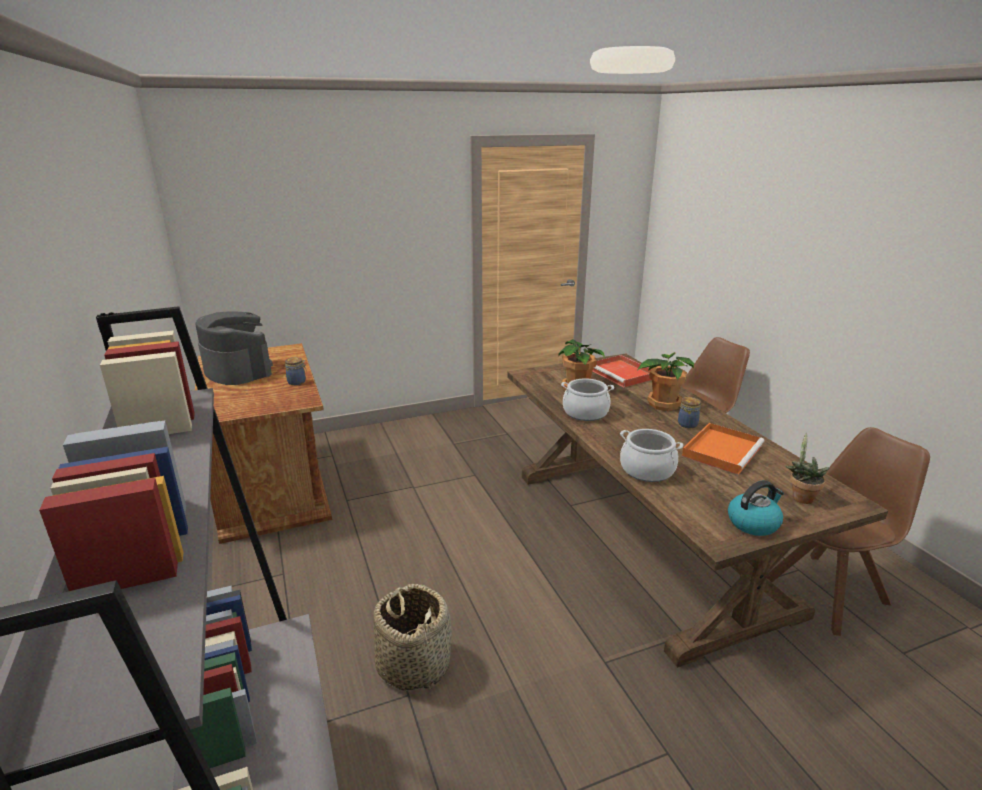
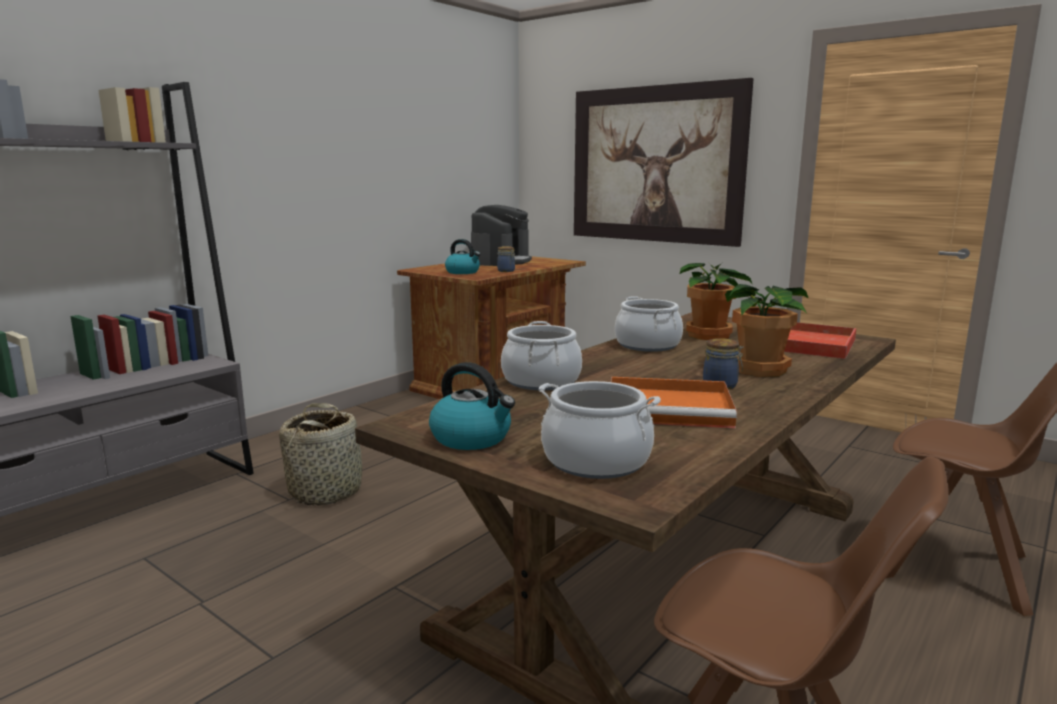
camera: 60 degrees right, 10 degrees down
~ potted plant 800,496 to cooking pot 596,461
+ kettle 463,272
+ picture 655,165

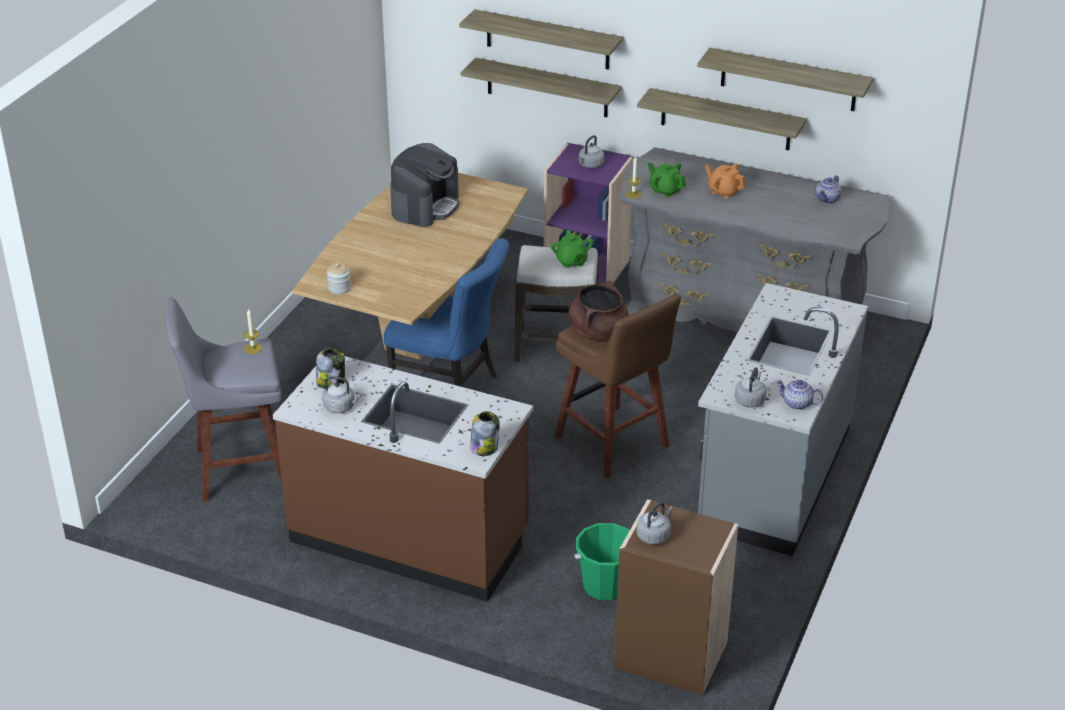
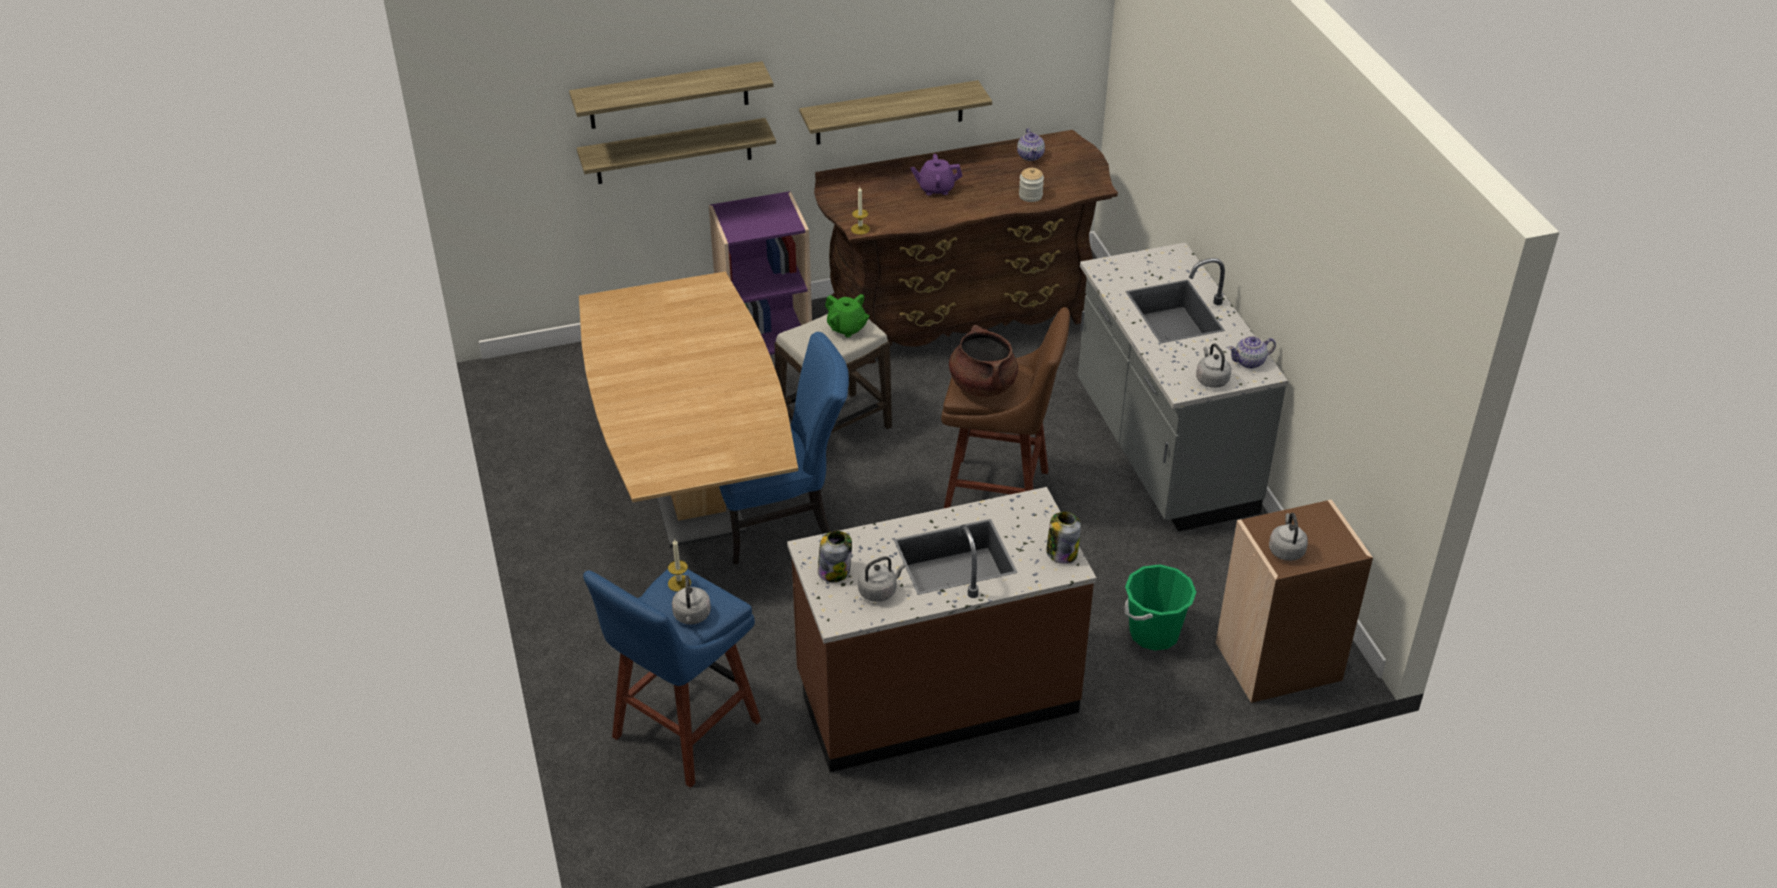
camera: 40 degrees left, 5 degrees up
~ stool (grey) 238,469 to stool (blue) 683,731
~ jar 339,288 to 1030,196
- coffee machine 425,206
~ kettle (grey) 590,165 to 692,616
~ dresser (grey) 741,318 to dresser (brown) 961,315
- teapot (green) 665,190
- shelf 788,80
~ teapot (orange) 724,191 to teapot (purple) 936,188

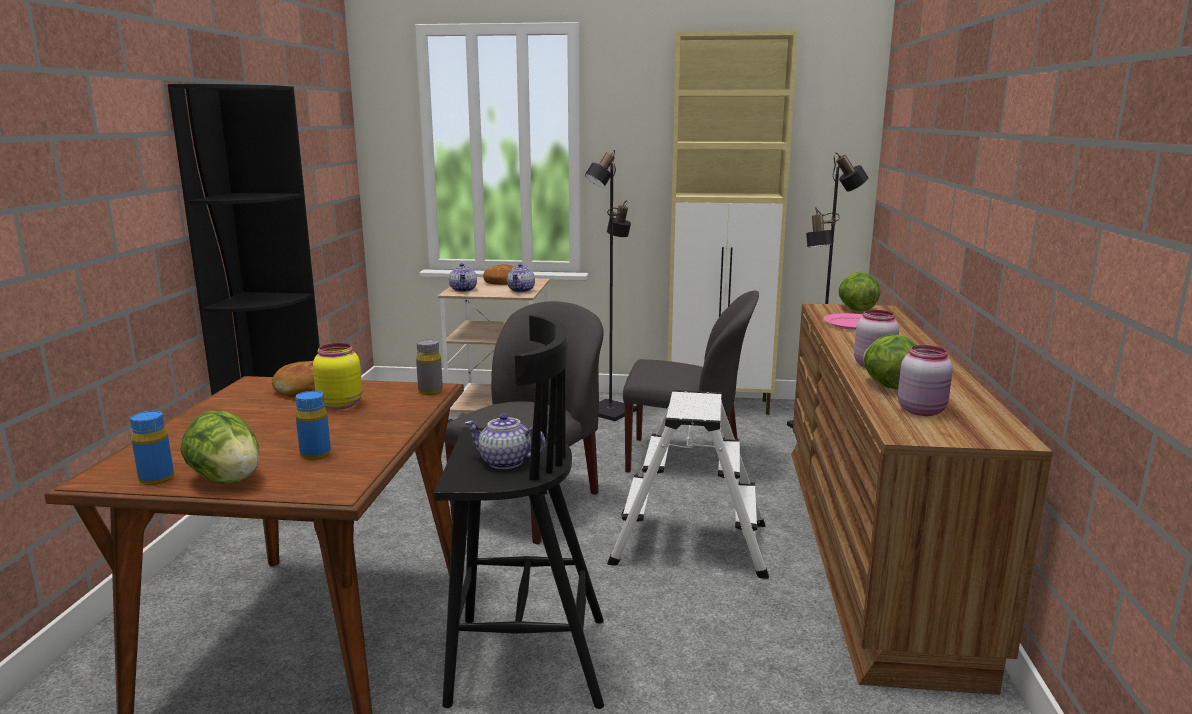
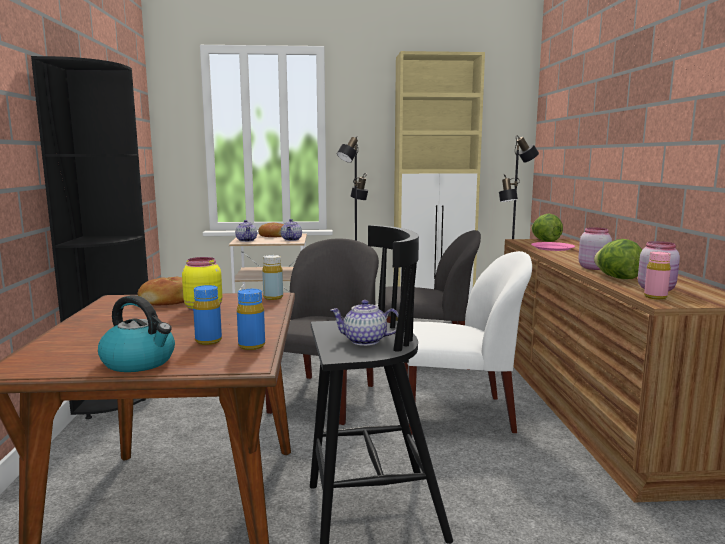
camera: 10 degrees left, 5 degrees down
~ bottle (blue) 156,479 to 251,346
~ lettuce 227,479 to kettle 140,362
~ bottle (grey) 430,391 to bottle (yellow) 273,297
~ step ladder (white) 690,543 to chair (white) 459,415
+ bottle (pink) 655,297

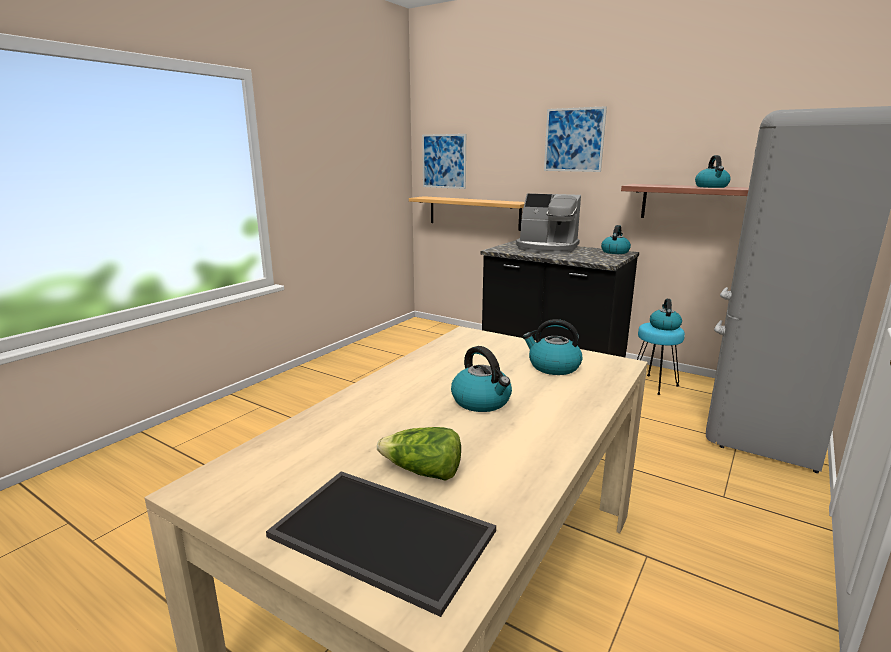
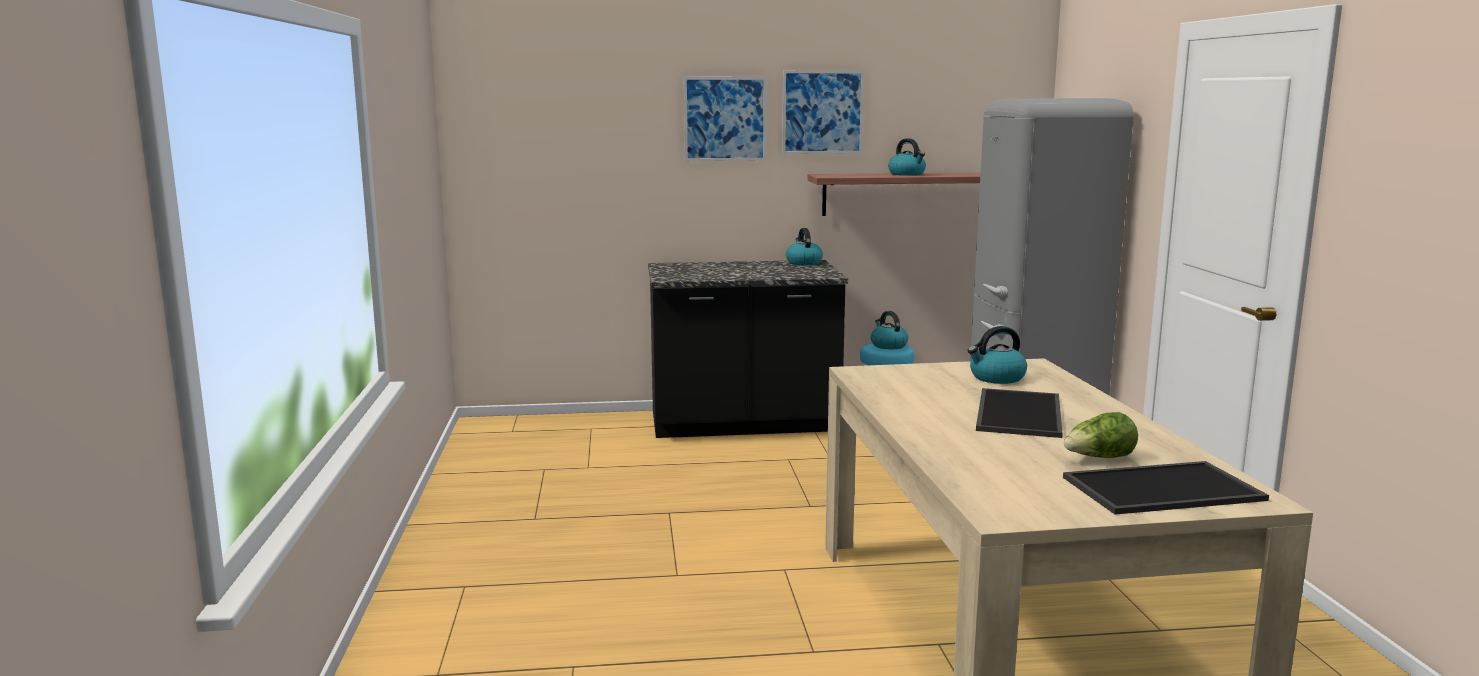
camera: 40 degrees left, 5 degrees down
- shelf 474,213
~ picture 444,161 to 822,112
~ kettle 482,401 to tray 1016,413
- coffee machine 547,248

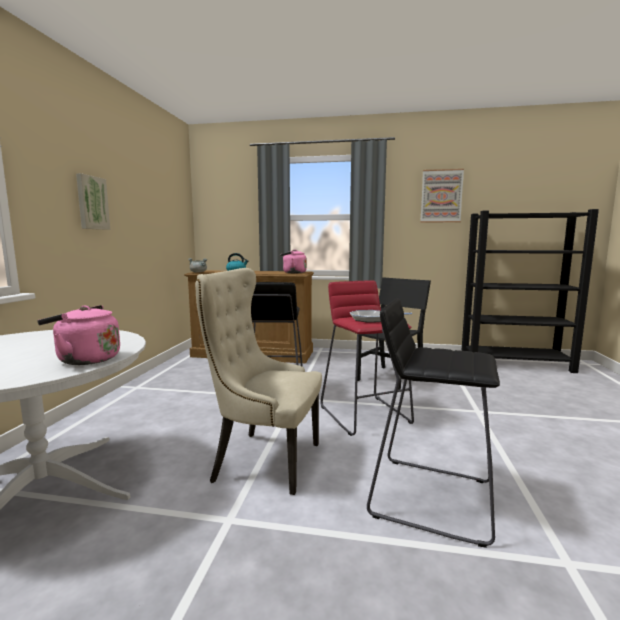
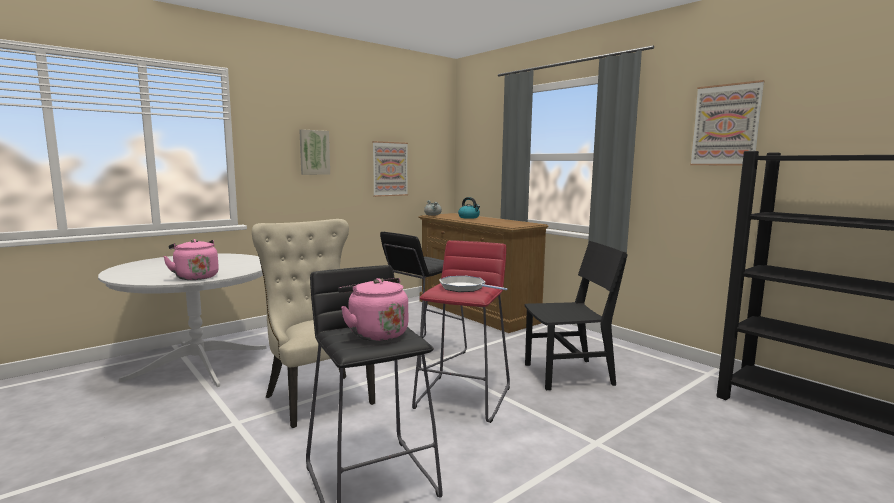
camera: 40 degrees right, 0 degrees up
~ kettle (pink) 292,273 to 375,333
+ picture 390,169

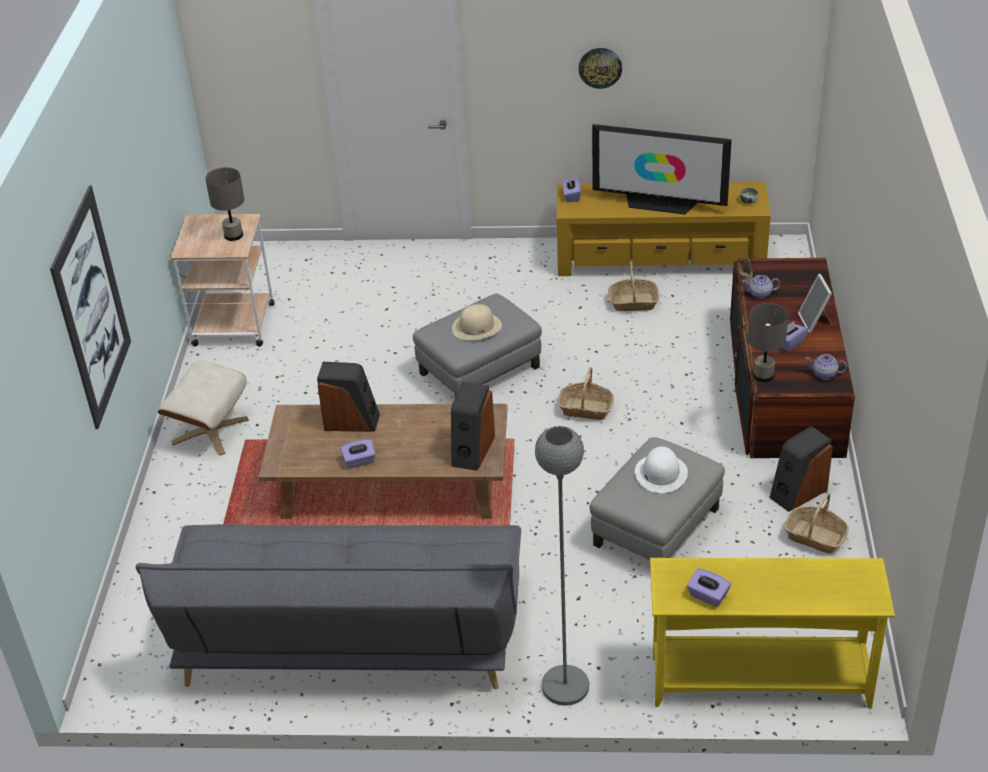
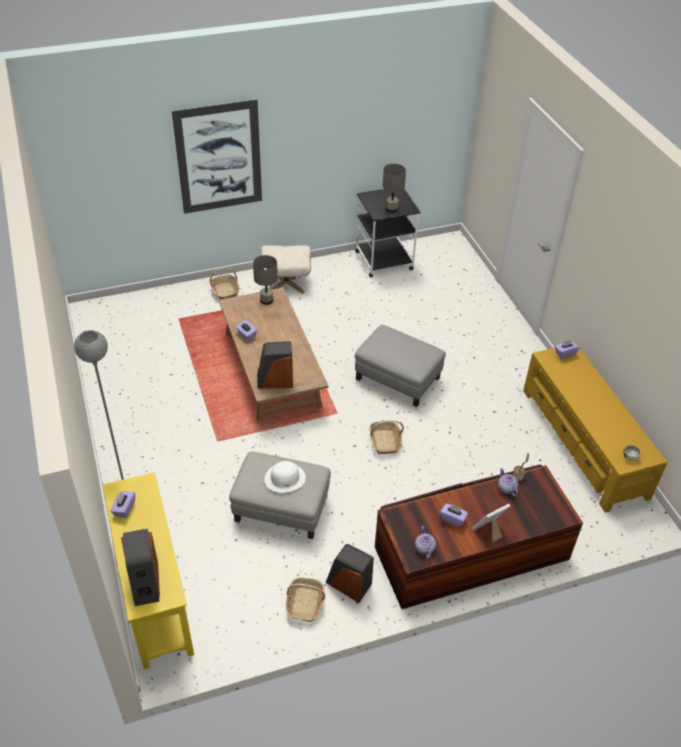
camera: 65 degrees right, 5 degrees up
- sofa (grey) 348,636
~ cart (beige) 234,323 to cart (black) 385,260
~ speaker 351,421 to 145,583
- hat (beige) 477,326
- wall clock 600,67
- television 659,204
~ basket 633,302 to 225,291
~ table lamp (grey) 763,375 to 267,300

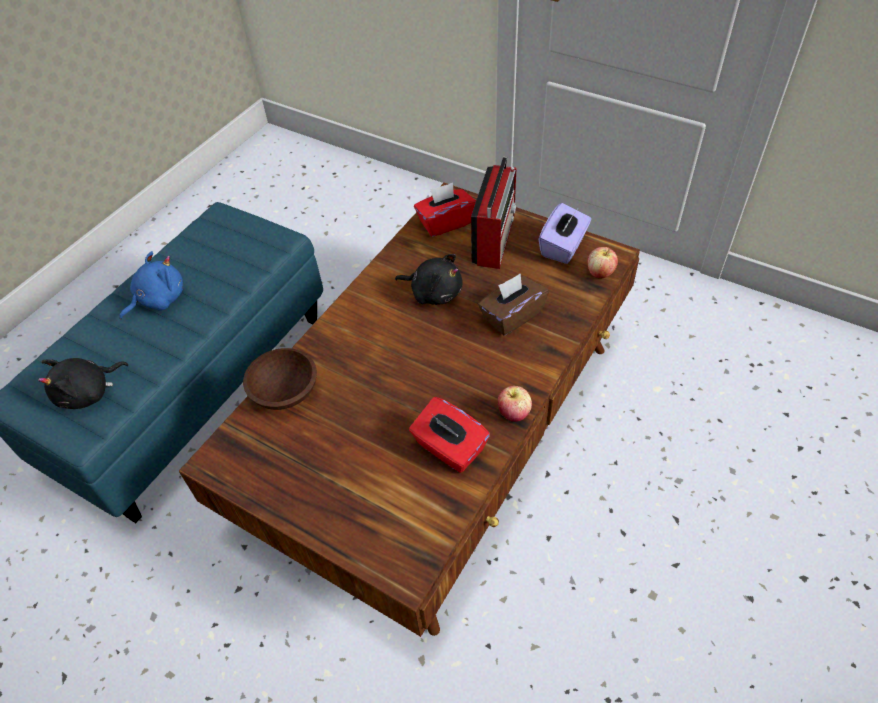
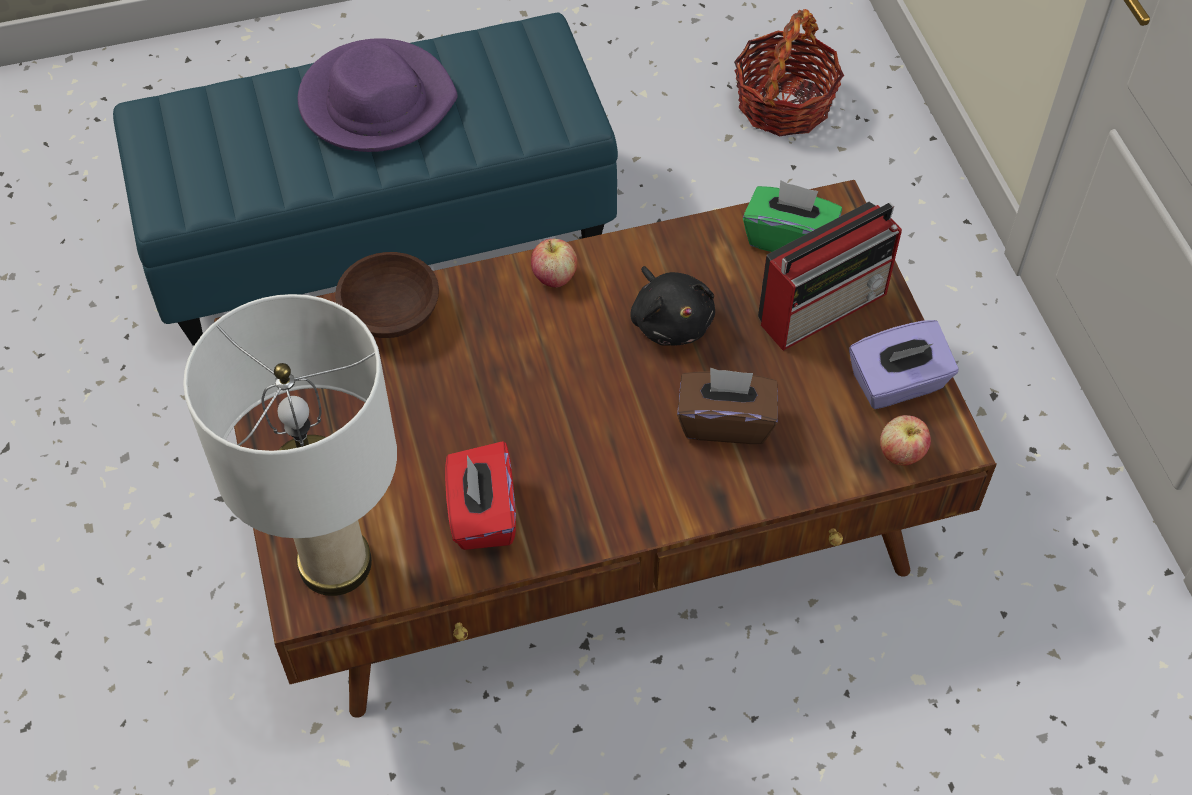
camera: 40 degrees right, 5 degrees up
- plush toy (black) 89,393
~ plush toy (blue) 158,299 to hat (purple) 376,102
~ tissue box (red) 445,223 to tissue box (green) 789,238
~ apple 514,413 to 554,277
+ table lamp (white) 336,564
+ basket 784,104

